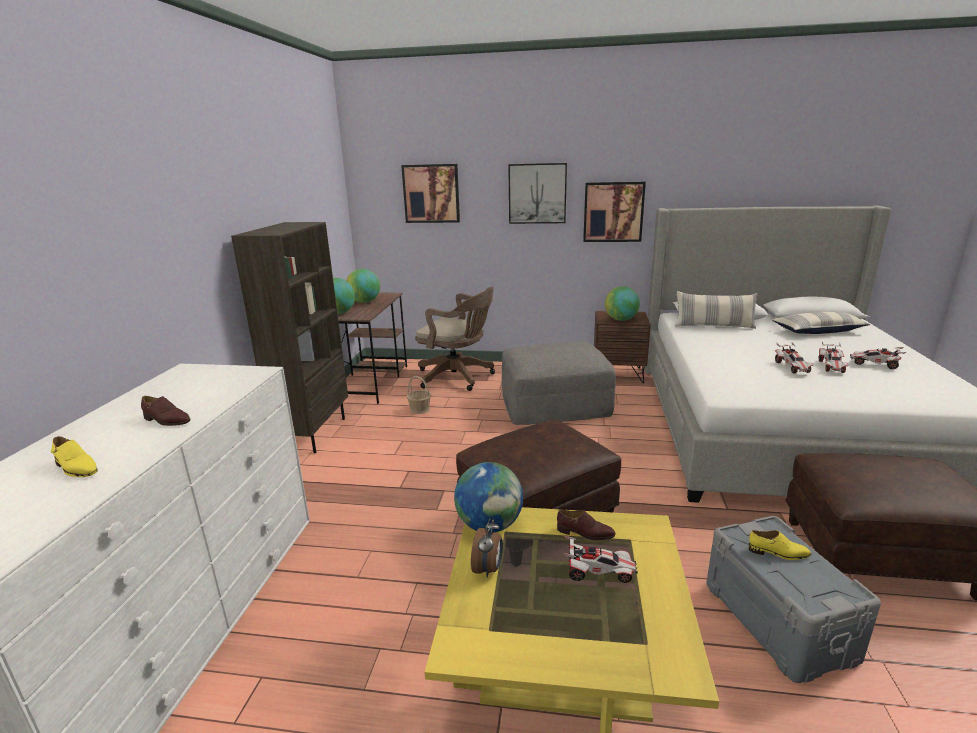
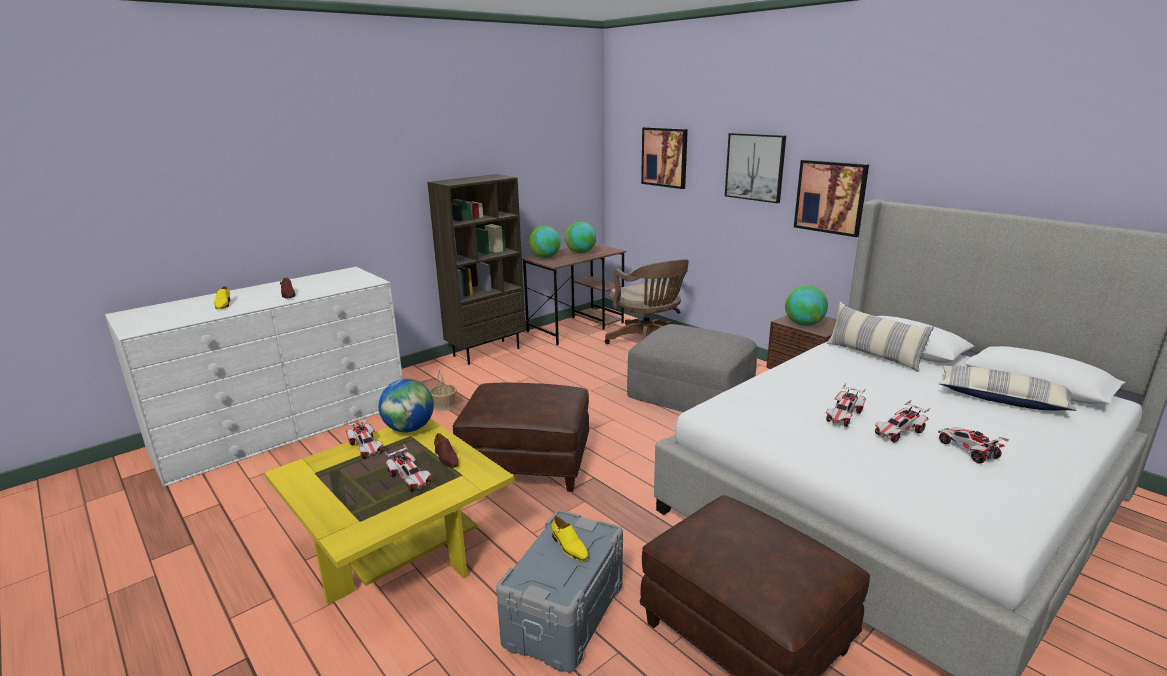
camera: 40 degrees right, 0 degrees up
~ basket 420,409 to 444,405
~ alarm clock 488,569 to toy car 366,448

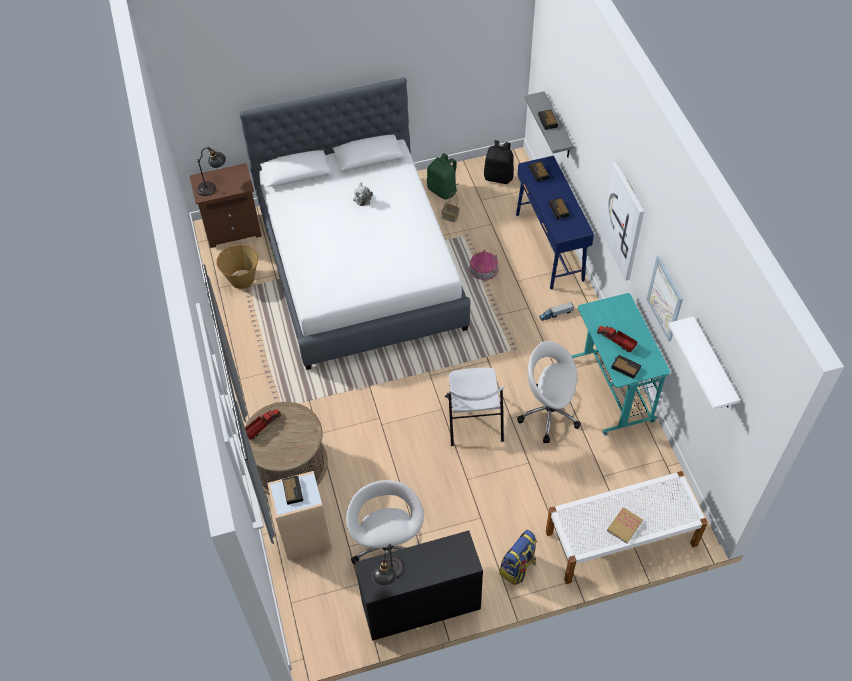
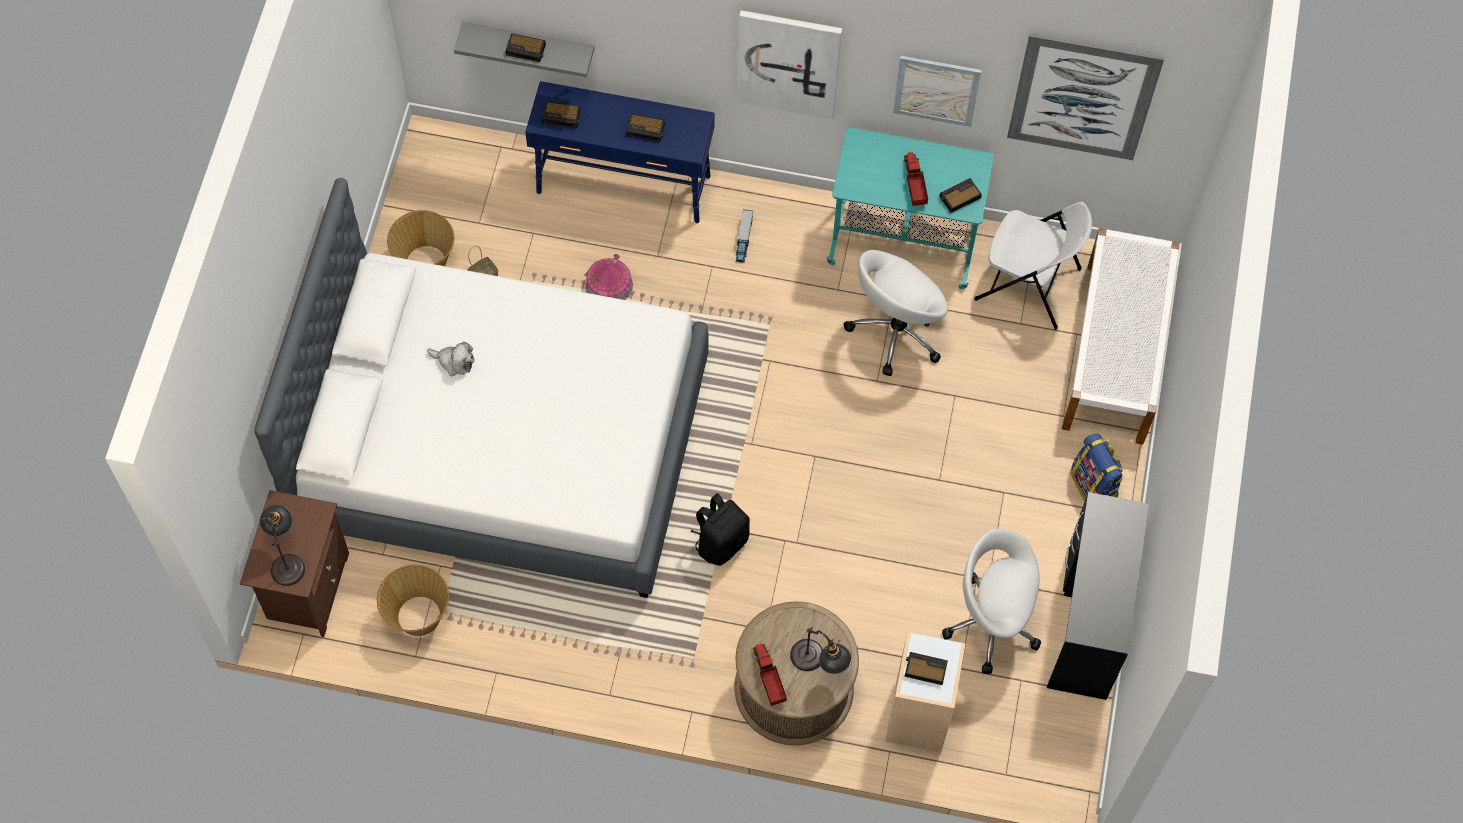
camera: 65 degrees left, 10 degrees up
~ table lamp (grey) 389,578 to 819,664
~ backpack (green) 443,190 to basket 425,262
~ chair (white) 473,418 to 1028,284
~ backpack (black) 498,177 to 721,542
~ toy truck 616,341 = 914,184 105 degrees clockwise
- book 624,526
~ shelf (white) 713,365 to picture 1083,97

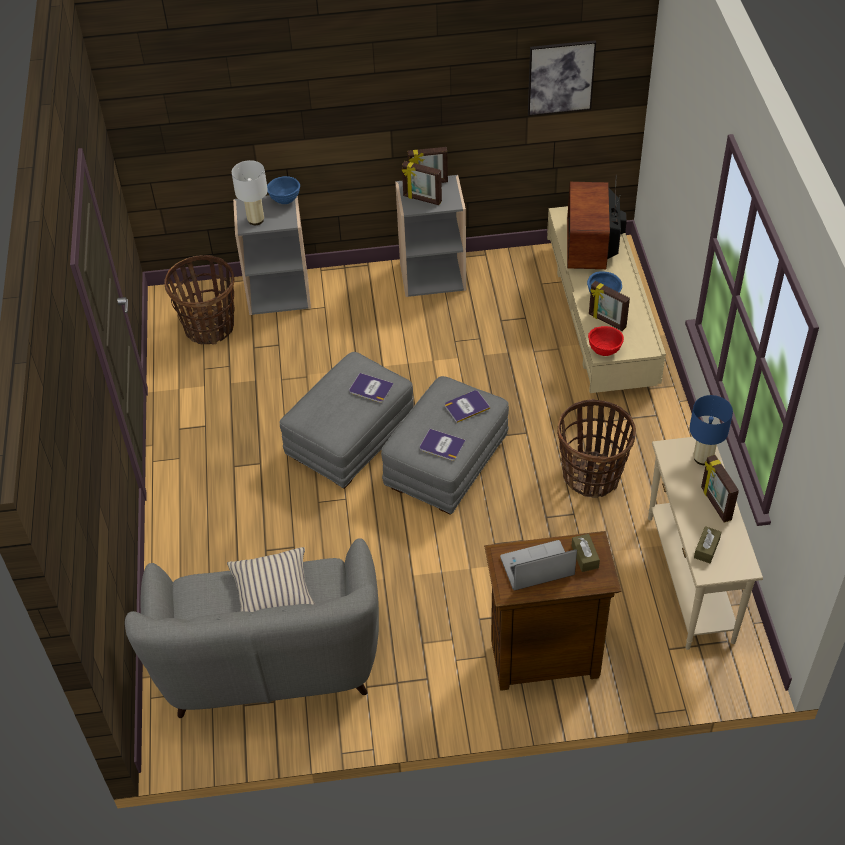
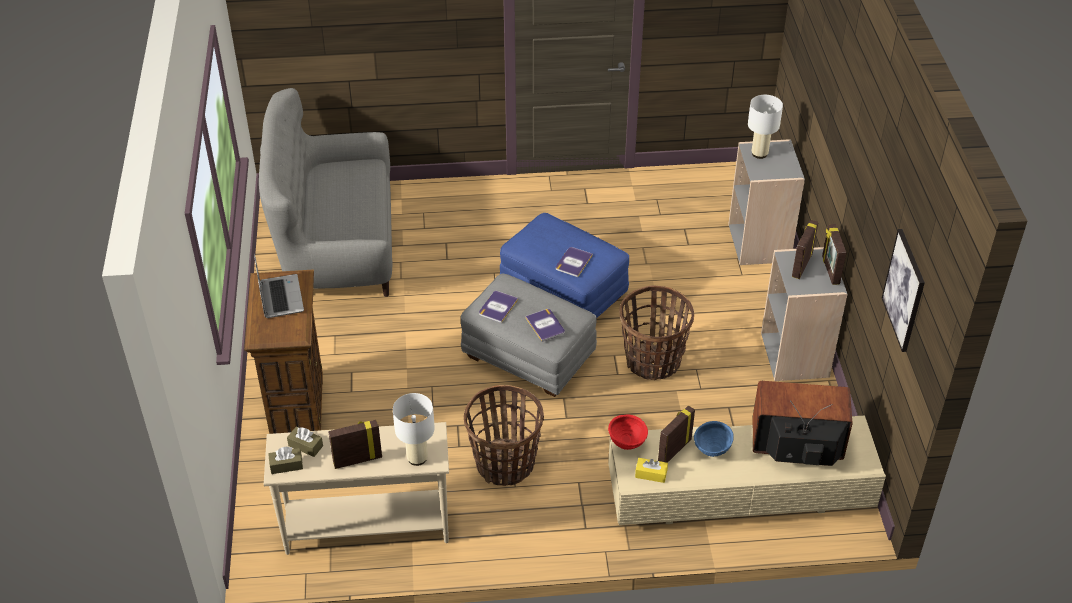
camera: 90 degrees right, 5 degrees down
~ basket 209,327 to 652,361
- pillow (beige) 272,591
- bowl (blue) 285,201
~ ottoman (grey) 350,440 to ottoman (blue) 564,292
~ tissue box (brown) 585,557 to 286,465
~ table lamp (blue) 703,458 to table lamp (white) 417,458
+ tissue box (yellow) 651,474

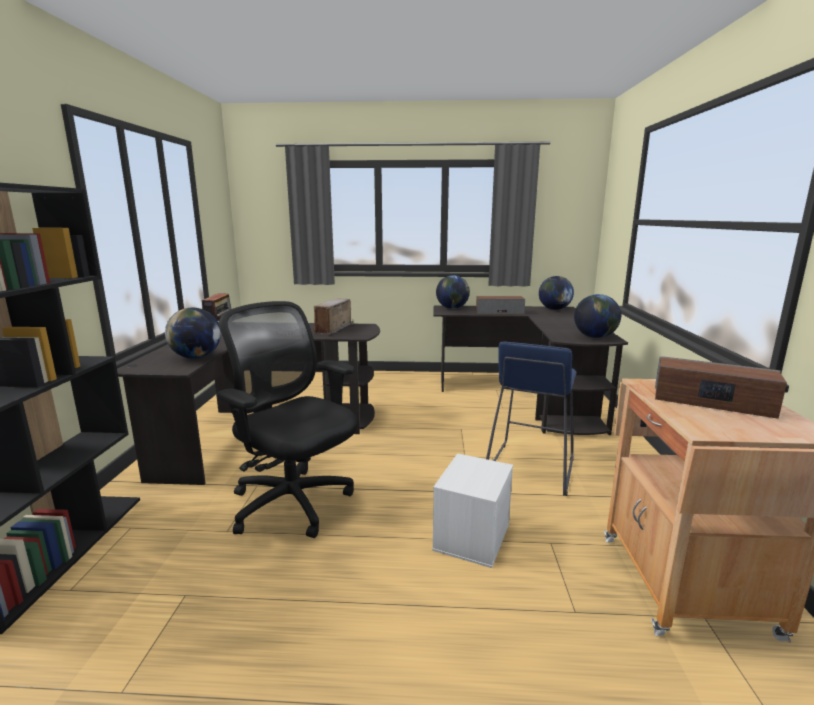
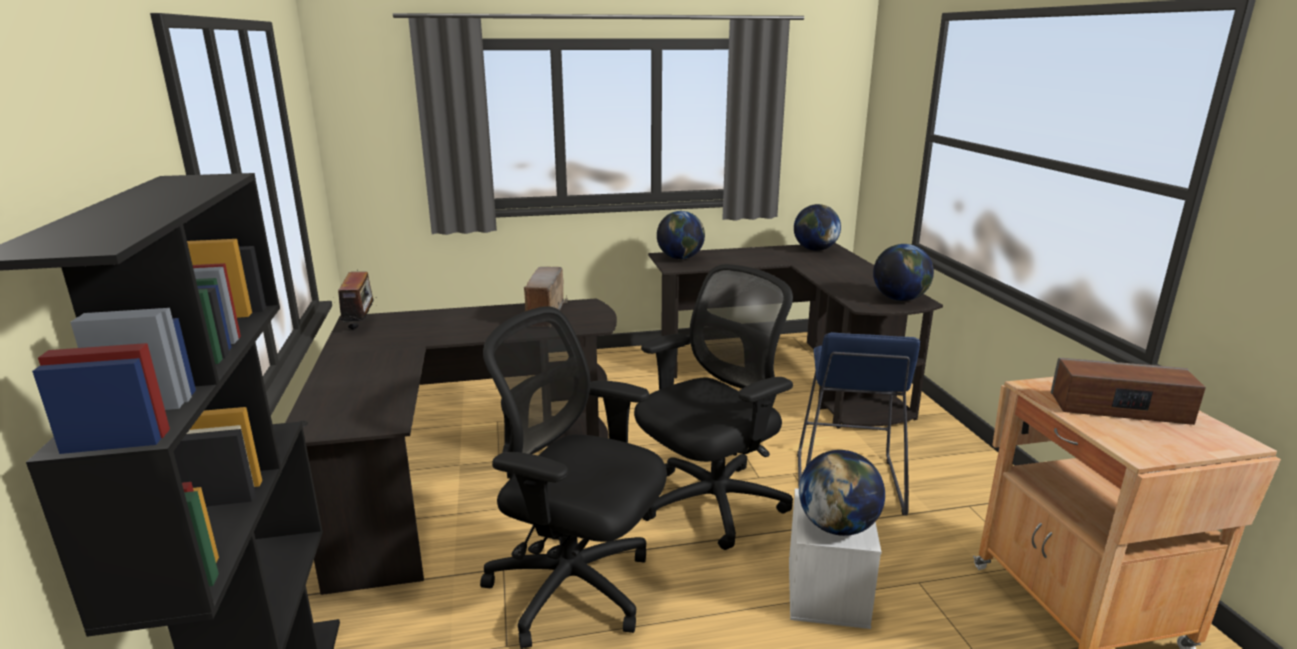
camera: 15 degrees left, 5 degrees up
~ globe 196,357 to 837,526
- speaker 499,313
+ office chair (black) 709,508

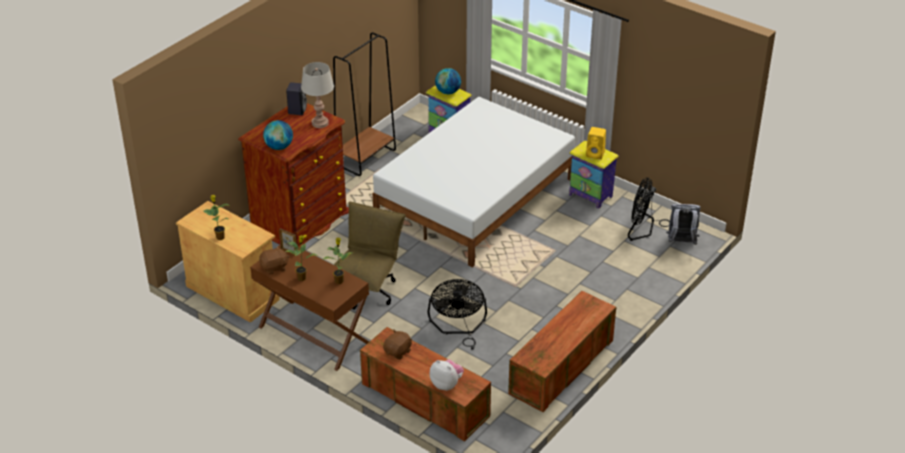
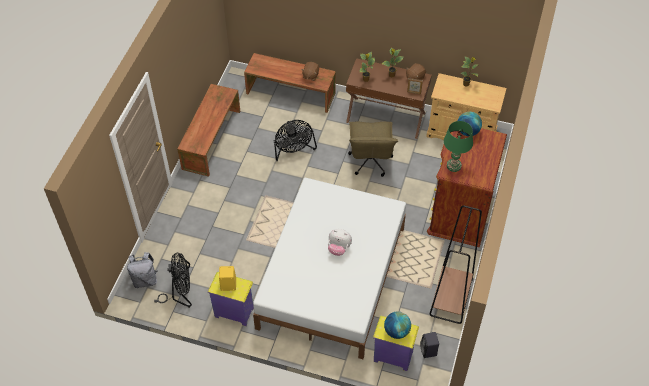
camera: 160 degrees right, 15 degrees up
~ speaker (black) 297,110 to 428,351
~ table lamp (grey) 320,123 to table lamp (green) 454,166
~ plush toy 446,384 to 339,248

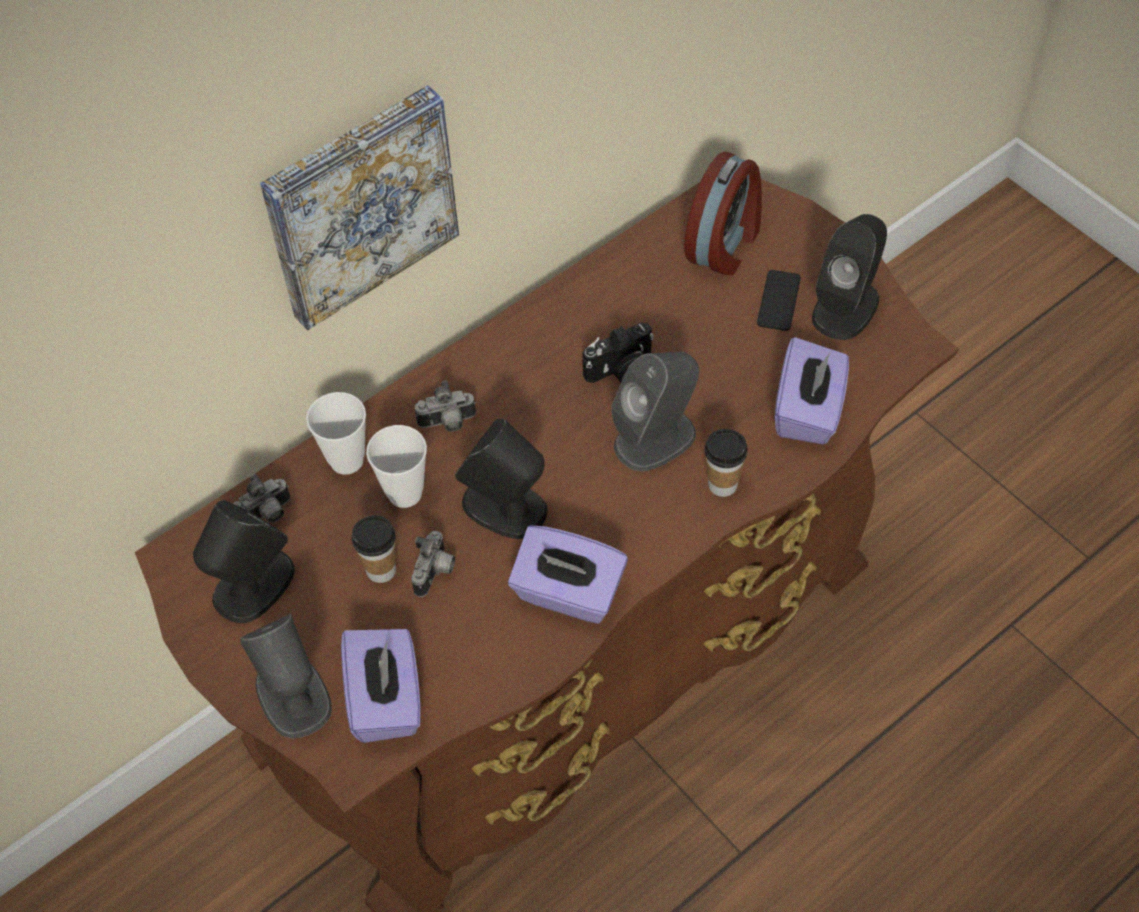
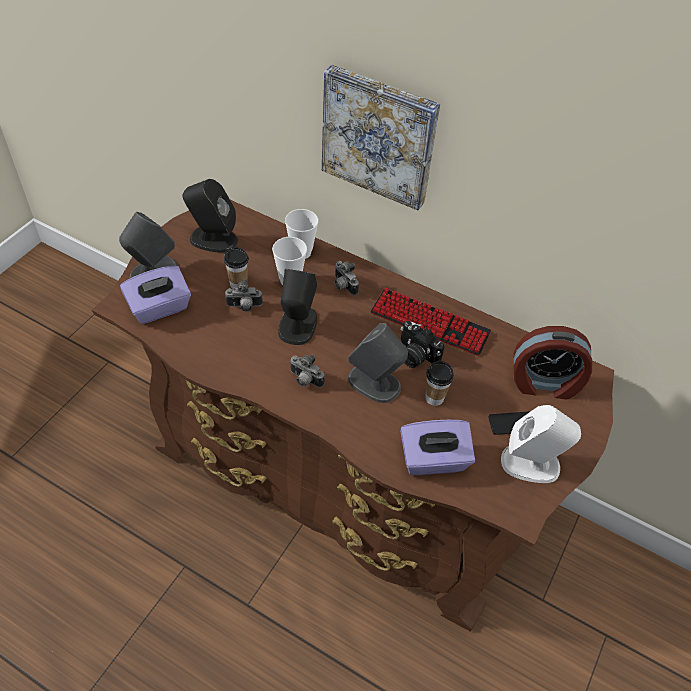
camera: 65 degrees right, 5 degrees down
~ photo camera 266,516 to 304,380
- tissue box (purple) 568,593
~ cup 722,484 to 434,398
~ speaker (black) 846,307 to speaker (white) 531,463
+ keyboard 429,323

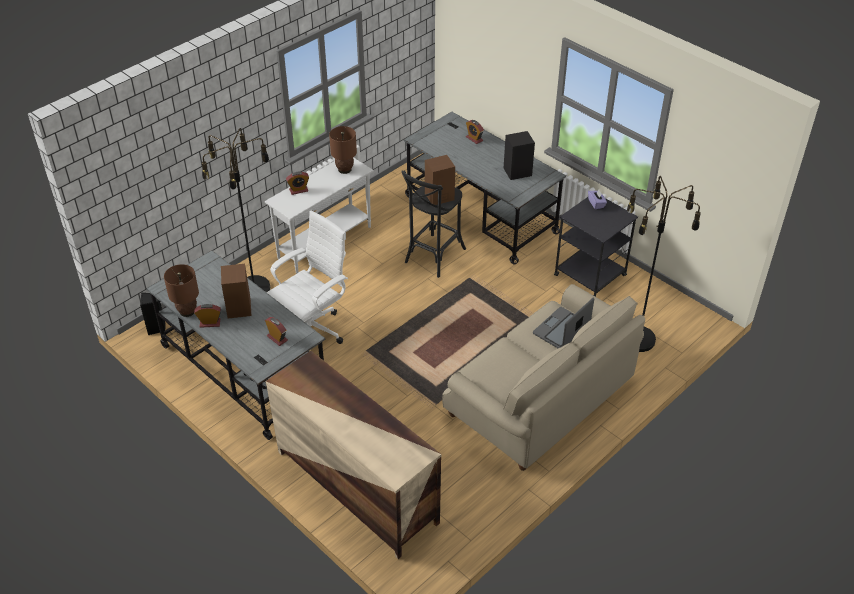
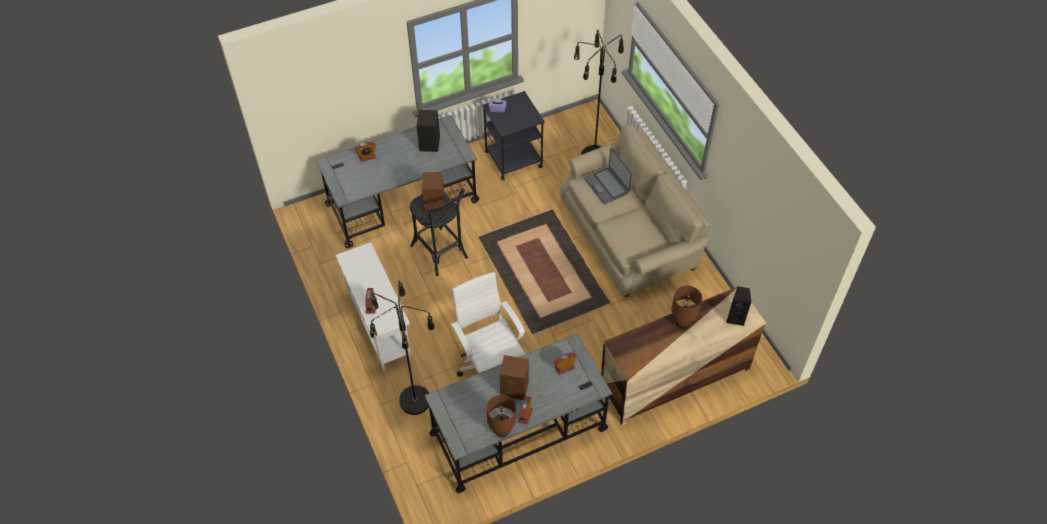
camera: 70 degrees left, 10 degrees up
~ speaker (black) 156,328 to 736,318
~ table lamp (brown) 344,169 to 682,322

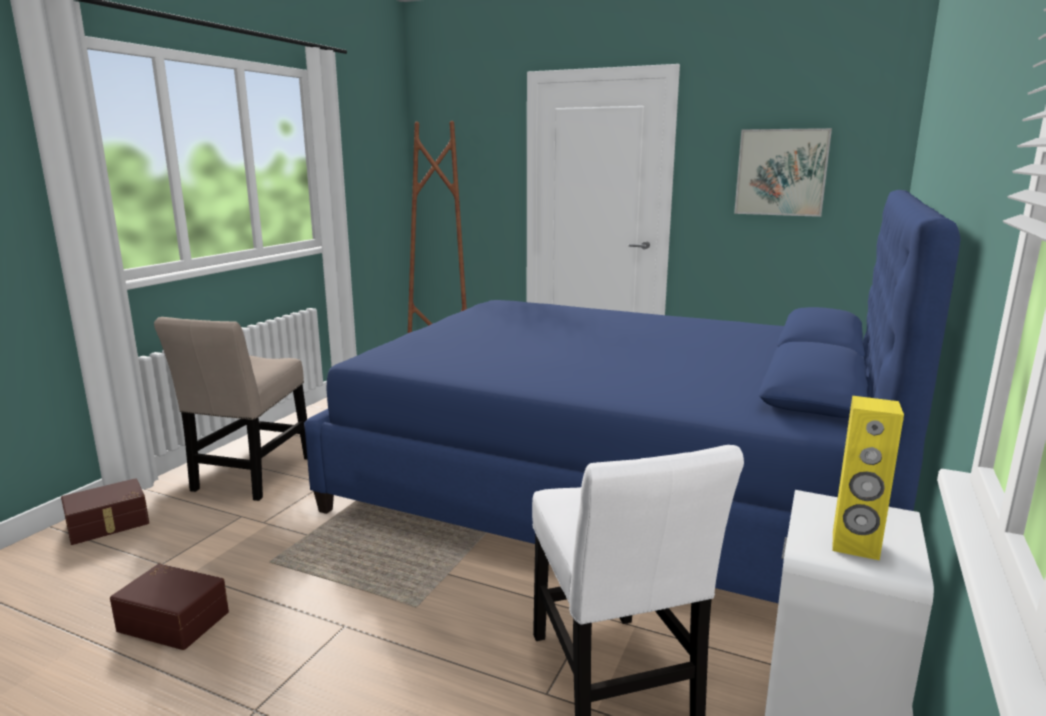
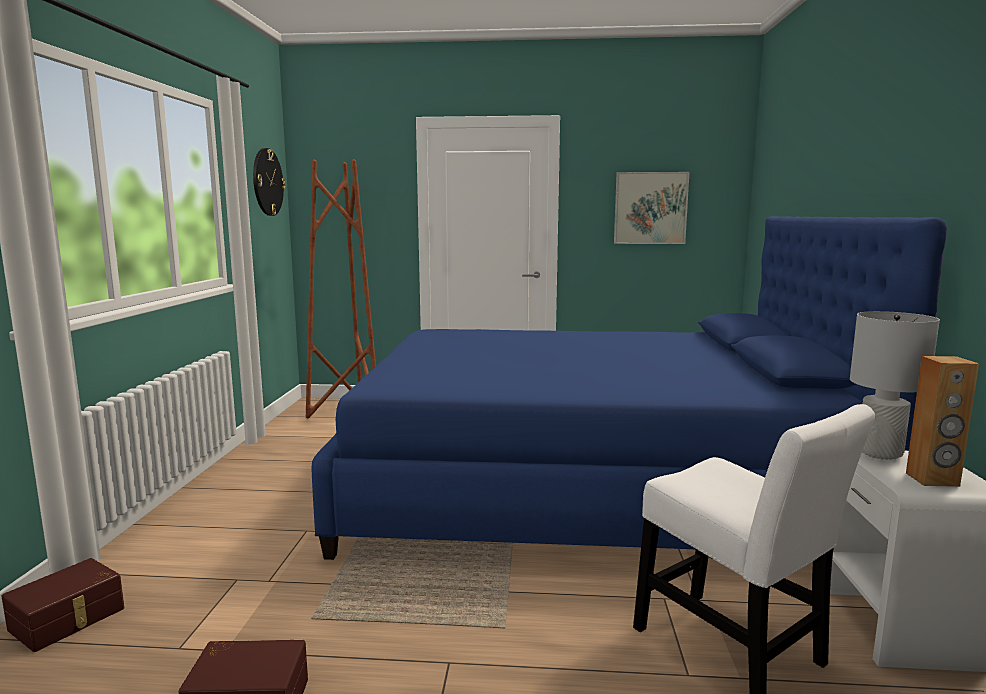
camera: 20 degrees left, 5 degrees down
- chair (beige) 251,476
~ speaker (yellow) 855,546 to speaker (brown) 932,480
+ wall clock 267,182
+ table lamp (grey) 879,456

